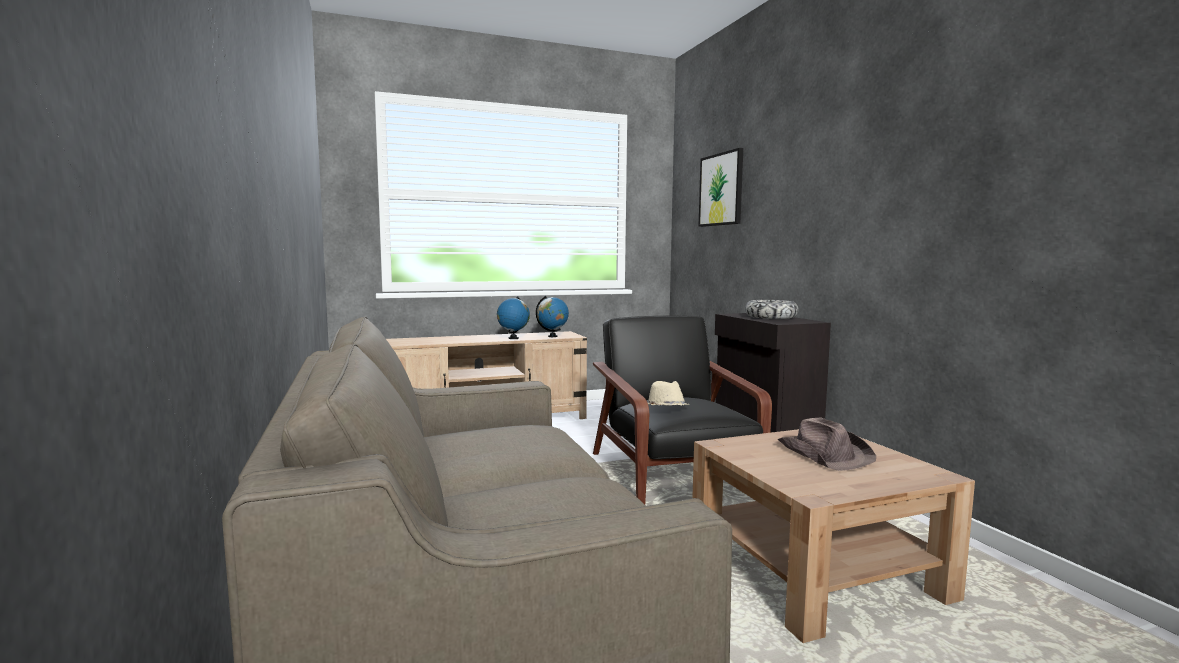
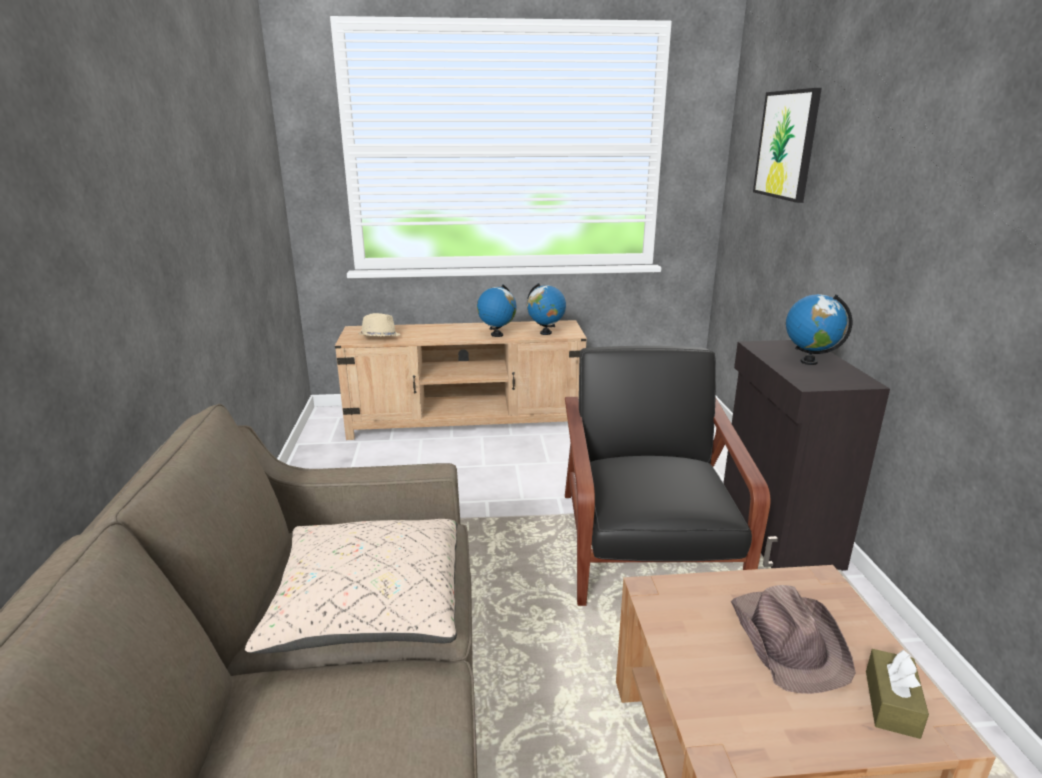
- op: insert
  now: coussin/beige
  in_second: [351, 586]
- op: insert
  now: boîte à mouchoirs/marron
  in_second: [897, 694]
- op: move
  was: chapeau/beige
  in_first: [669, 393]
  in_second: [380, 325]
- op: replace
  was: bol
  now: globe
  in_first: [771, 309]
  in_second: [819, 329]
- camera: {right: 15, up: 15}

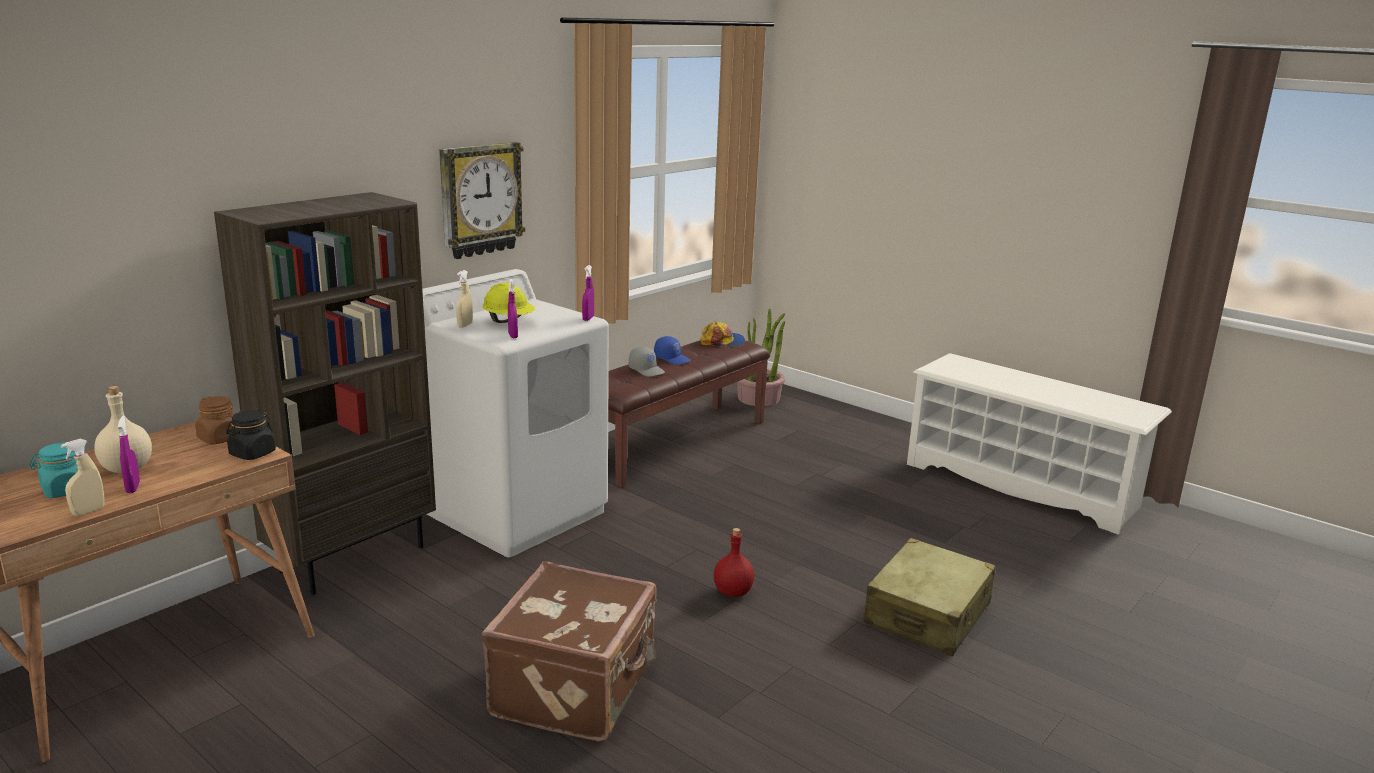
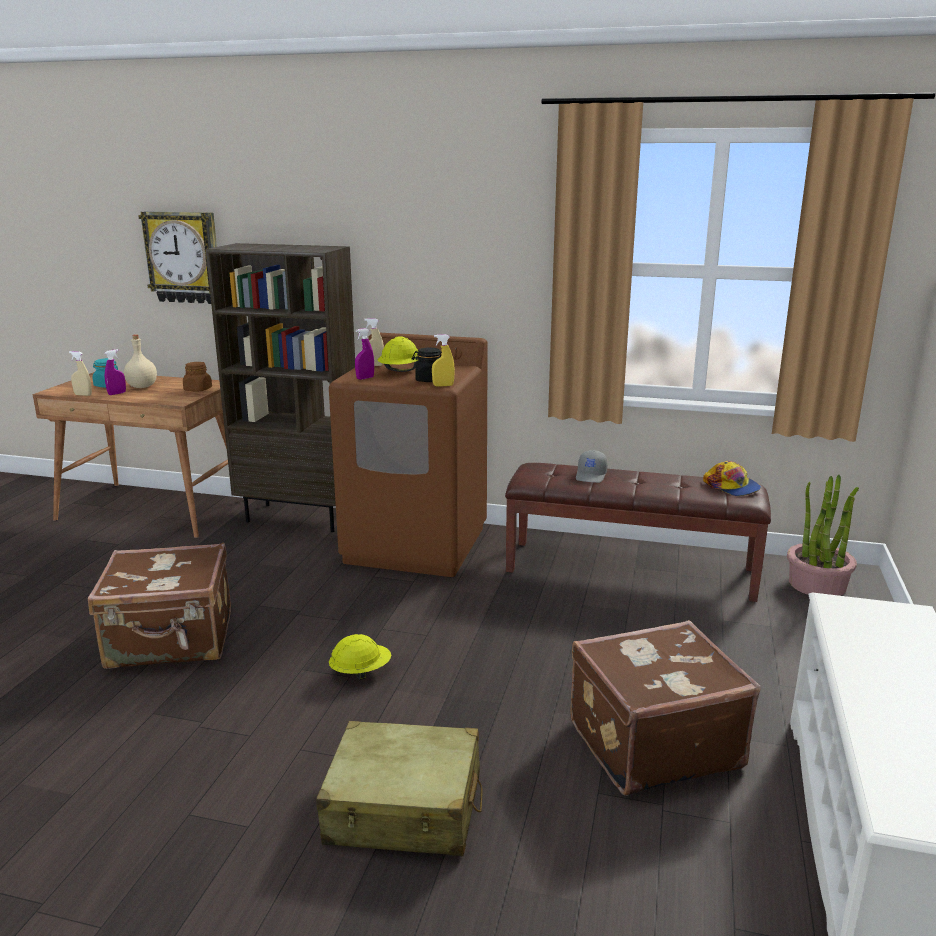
- op: delete
  was: casquette/bleu
  in_first: [672, 350]
- op: insert
  now: valise/marron
  in_second: [665, 708]
- op: move
  was: bocal/noir
  in_first: [251, 435]
  in_second: [426, 365]
- op: move
  was: horloge murale
  in_first: [482, 200]
  in_second: [177, 257]
- op: replace
  was: bouteille/rouge
  now: casque de chantier/jaune
  in_first: [734, 562]
  in_second: [360, 657]
- op: recolor
  was: lave-linge/blanc
  now: lave-linge/marron
  in_first: [515, 413]
  in_second: [408, 455]
- op: recolor
  was: vaporisateur/violet
  now: vaporisateur/jaune
  in_first: [588, 293]
  in_second: [443, 360]
- camera: {right: 65, up: 0}

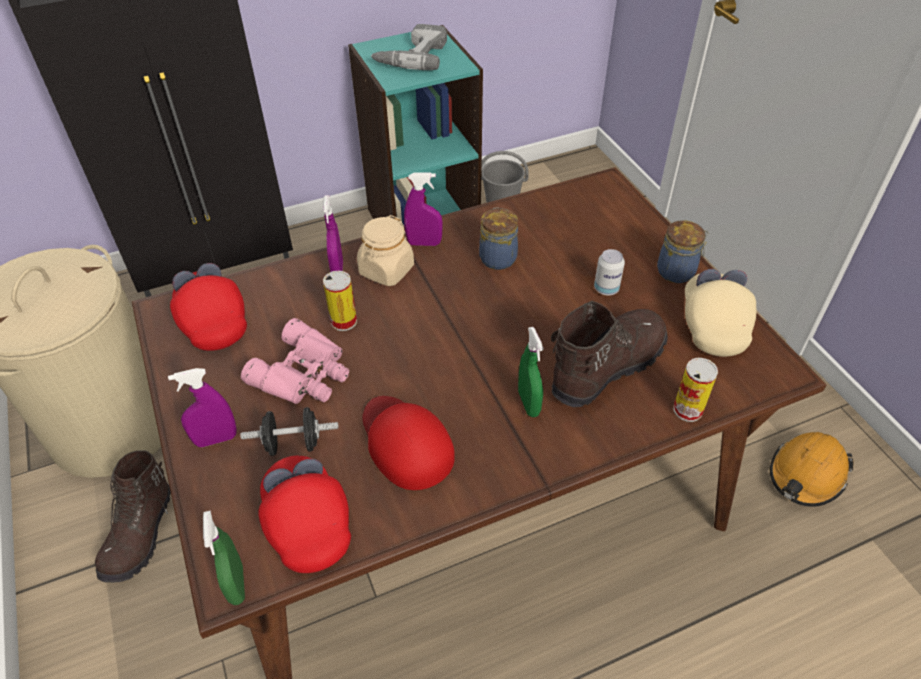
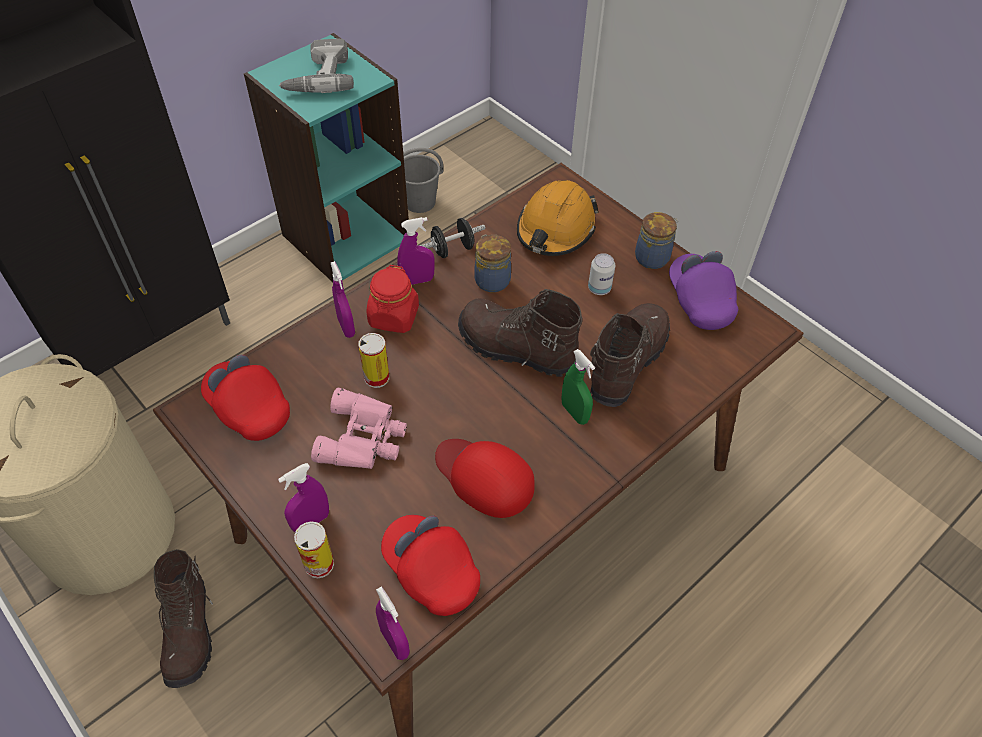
- op: insert
  now: botte/marron
  in_second: [520, 333]
- op: move
  was: haltère/noir
  in_first: [289, 431]
  in_second: [452, 238]
- op: move
  was: boîte métallique
  in_first: [695, 390]
  in_second: [314, 549]
- op: move
  was: casque de chantier/orange
  in_first: [812, 469]
  in_second: [558, 218]
- op: recolor
  was: vaporisateur/vert
  now: vaporisateur/violet
  in_first: [224, 558]
  in_second: [393, 623]
- op: recolor
  was: bocal/beige
  now: bocal/rouge
  in_first: [385, 250]
  in_second: [393, 299]
- op: recolor
  was: casquette/beige
  now: casquette/violet
  in_first: [720, 313]
  in_second: [703, 290]
- camera: {right: -20, up: 5}

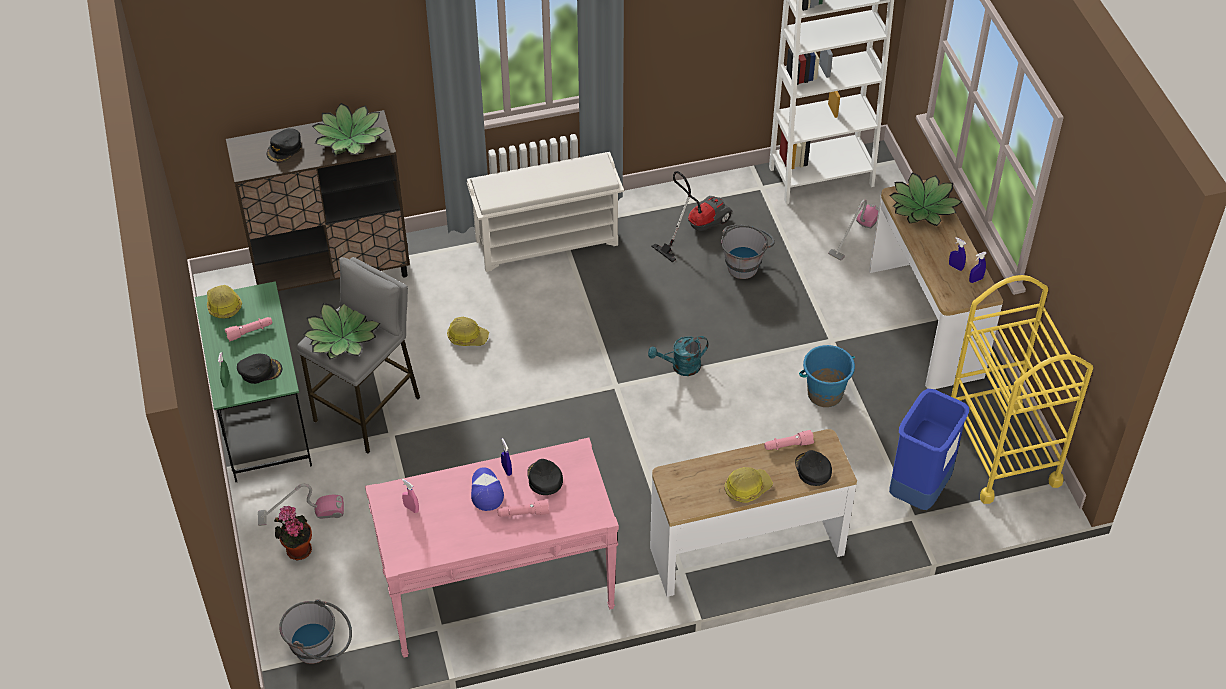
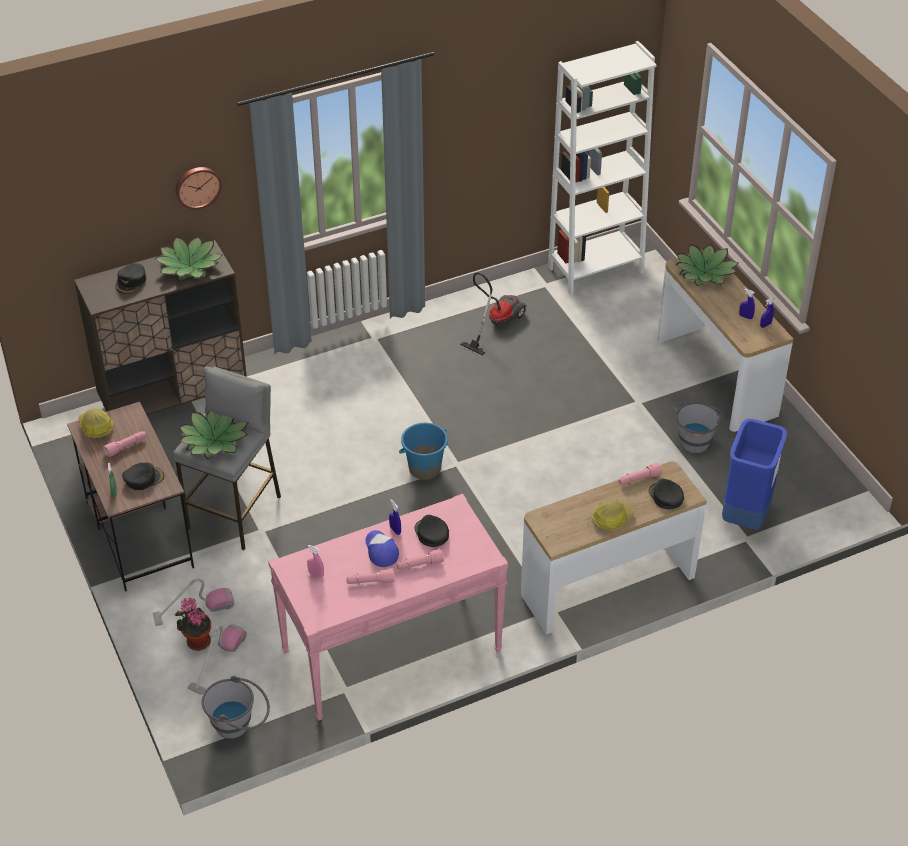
- op: delete
  was: casque de chantier
  in_first: [468, 331]
- op: delete
  was: étagère à chaussures/blanc
  in_first: [545, 212]
- op: delete
  was: arrosoir/turquoise
  in_first: [678, 356]
- op: delete
  was: chariot/jaune
  in_first: [1022, 389]
- op: insert
  now: horloge murale
  in_second: [199, 188]
- op: insert
  now: lampe de poche/rose
  in_second: [370, 577]
- op: move
  was: seau/gris
  in_first: [748, 252]
  in_second: [699, 427]
- op: move
  was: seau/bleu
  in_first: [827, 376]
  in_second: [423, 451]
- op: move
  was: aspirateur
  in_first: [853, 230]
  in_second: [217, 659]
- op: recolor
  was: bureau/vert
  now: bureau/marron
  in_first: [253, 381]
  in_second: [130, 497]
- camera: {right: -10, up: -5}

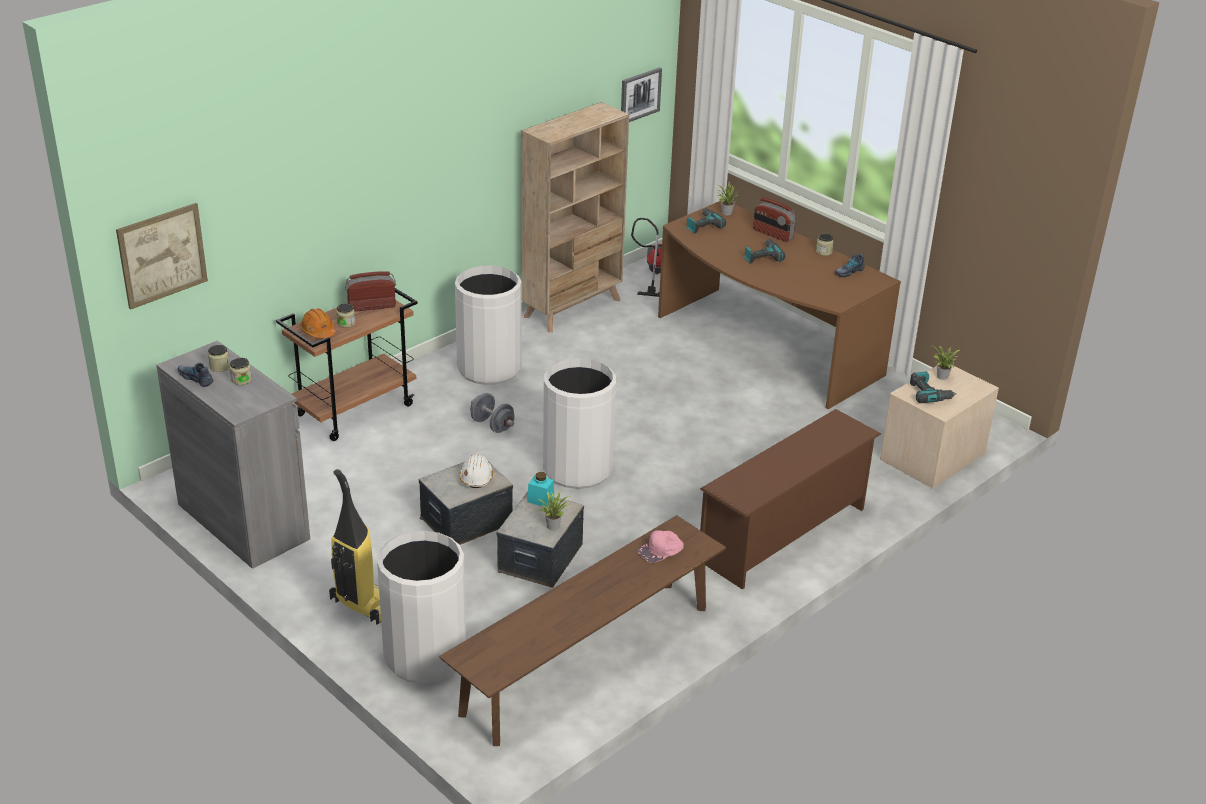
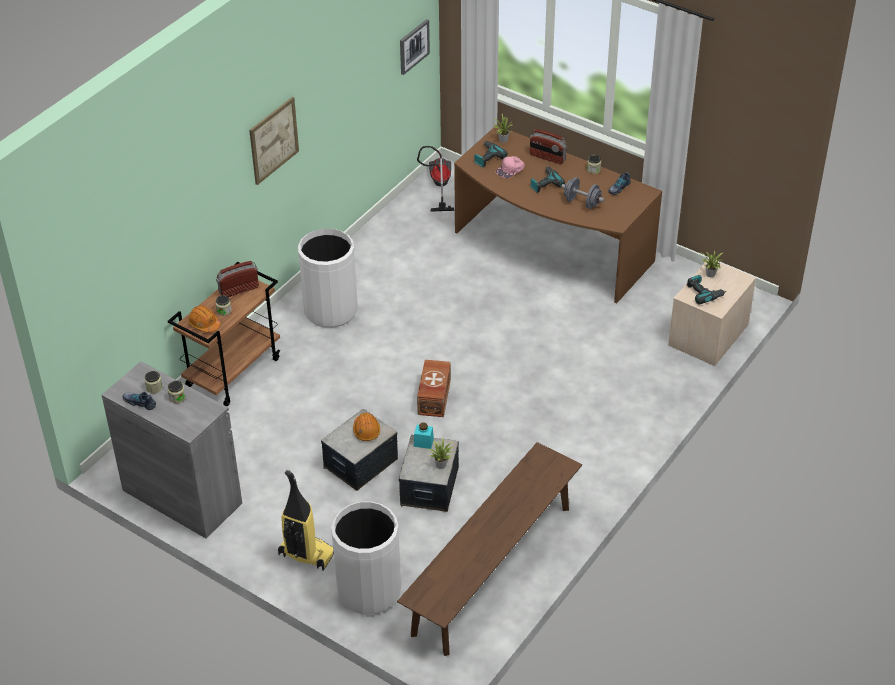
- op: delete
  was: bibliothèque/beige
  in_first: [575, 217]
- op: delete
  was: étagère à chaussures/marron
  in_first: [790, 499]
- op: move
  was: tableau
  in_first: [162, 256]
  in_second: [274, 141]
- op: move
  was: haltère/gris
  in_first: [492, 413]
  in_second: [583, 193]
- op: move
  was: casquette/rose
  in_first: [661, 546]
  in_second: [510, 167]
- op: replace
  was: poubelle/blanc
  now: boîte de rangement/marron
  in_first: [579, 423]
  in_second: [434, 388]
- op: recolor
  was: casque de chantier/blanc
  now: casque de chantier/orange
  in_first: [476, 471]
  in_second: [366, 427]
- camera: {right: -10, up: 10}

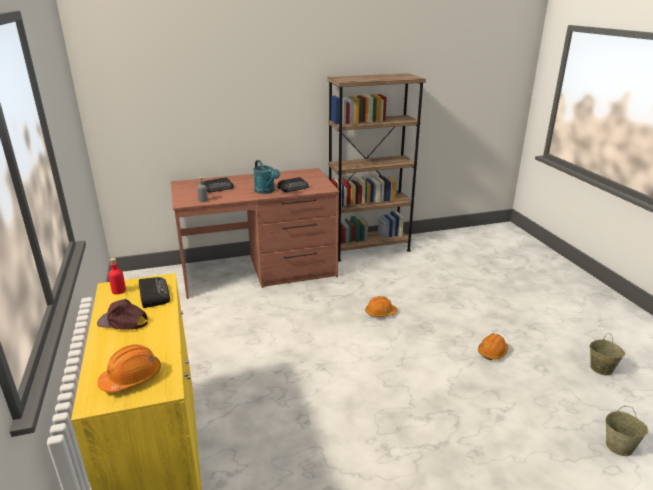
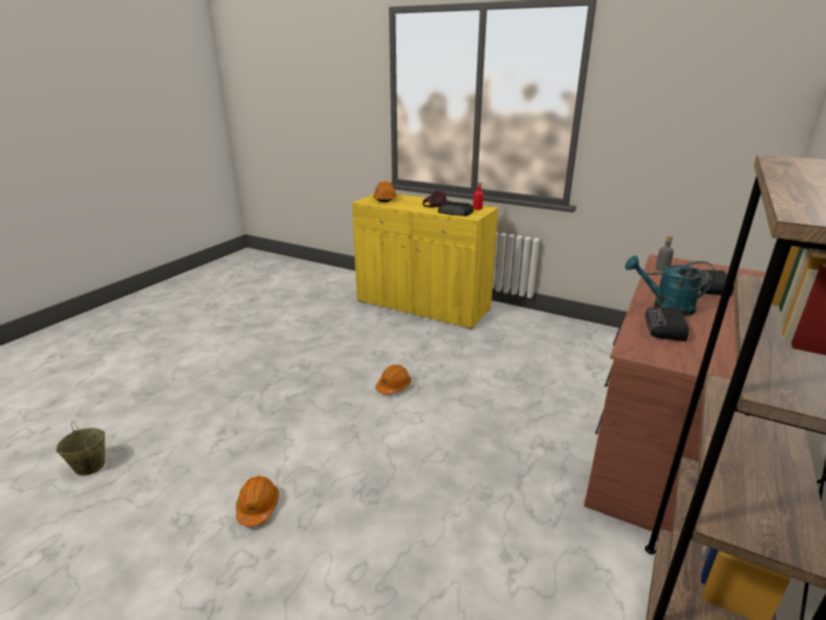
- op: delete
  was: seau/beige
  in_first: [607, 354]
- op: move
  was: casque de chantier/orange
  in_first: [381, 306]
  in_second: [393, 379]
- camera: {right: 135, up: 0}

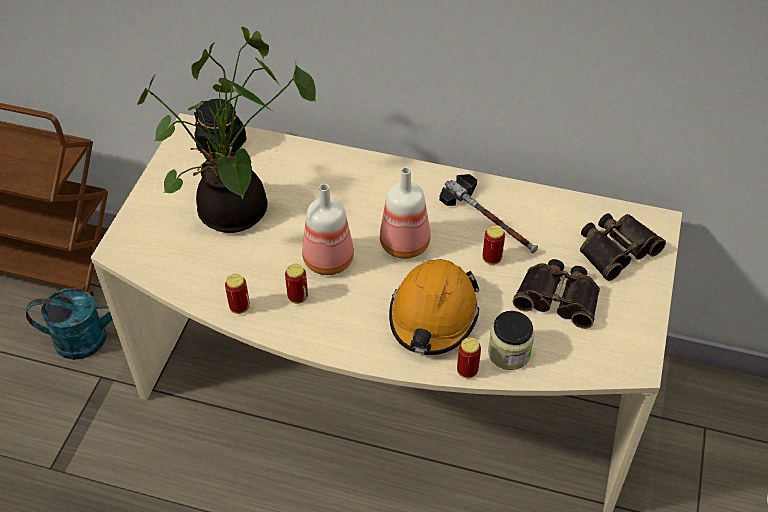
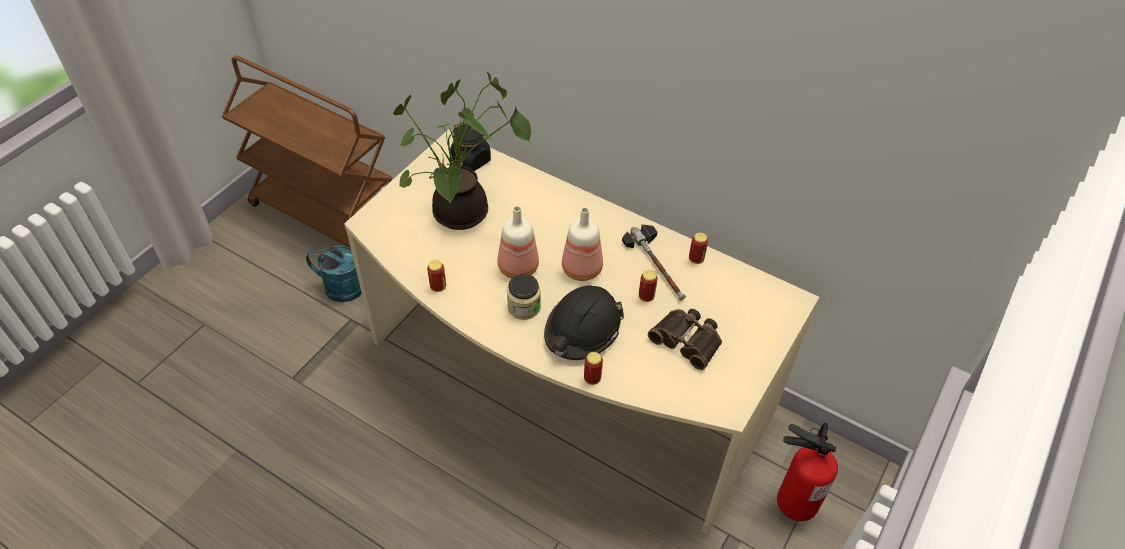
- op: delete
  was: jumelles
  in_first: [623, 247]
- op: insert
  now: extincteur
  in_second: [807, 472]
- op: move
  was: boîte métallique
  in_first: [296, 284]
  in_second: [698, 248]
- op: move
  was: bocal
  in_first: [511, 340]
  in_second: [524, 297]
- op: recolor
  was: casque de chantier/orange
  now: casque de chantier/noir
  in_first: [434, 307]
  in_second: [584, 322]
- camera: {right: 15, up: 0}

